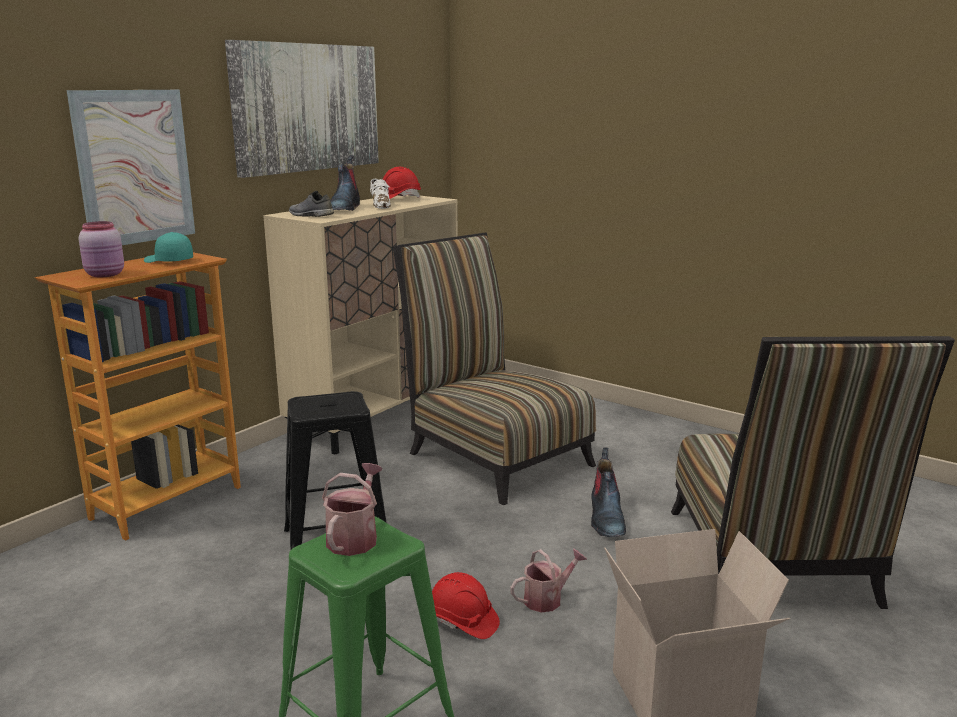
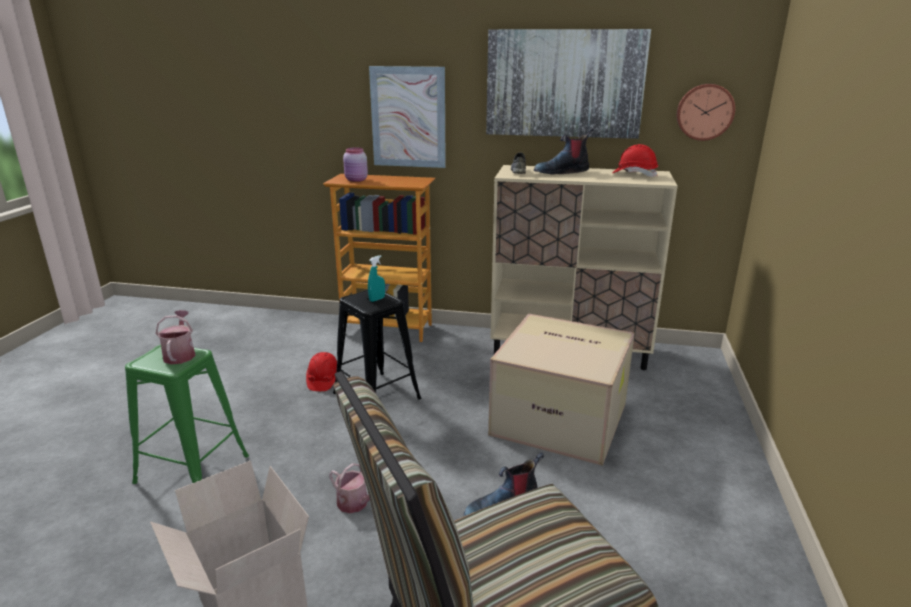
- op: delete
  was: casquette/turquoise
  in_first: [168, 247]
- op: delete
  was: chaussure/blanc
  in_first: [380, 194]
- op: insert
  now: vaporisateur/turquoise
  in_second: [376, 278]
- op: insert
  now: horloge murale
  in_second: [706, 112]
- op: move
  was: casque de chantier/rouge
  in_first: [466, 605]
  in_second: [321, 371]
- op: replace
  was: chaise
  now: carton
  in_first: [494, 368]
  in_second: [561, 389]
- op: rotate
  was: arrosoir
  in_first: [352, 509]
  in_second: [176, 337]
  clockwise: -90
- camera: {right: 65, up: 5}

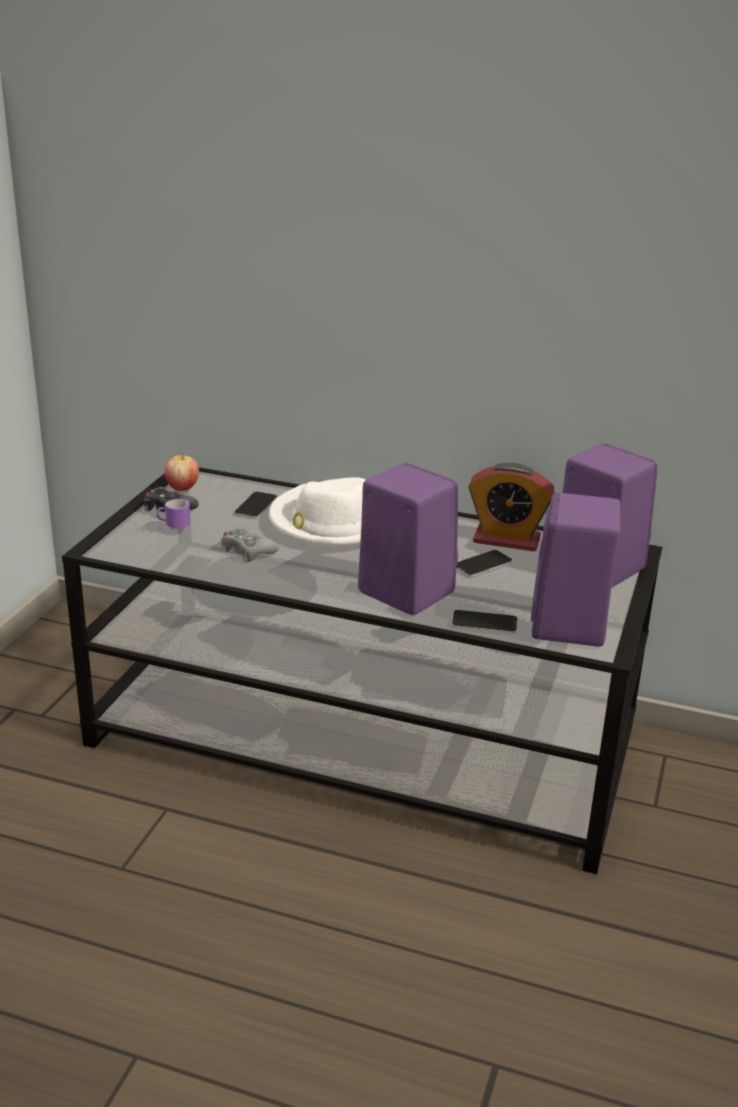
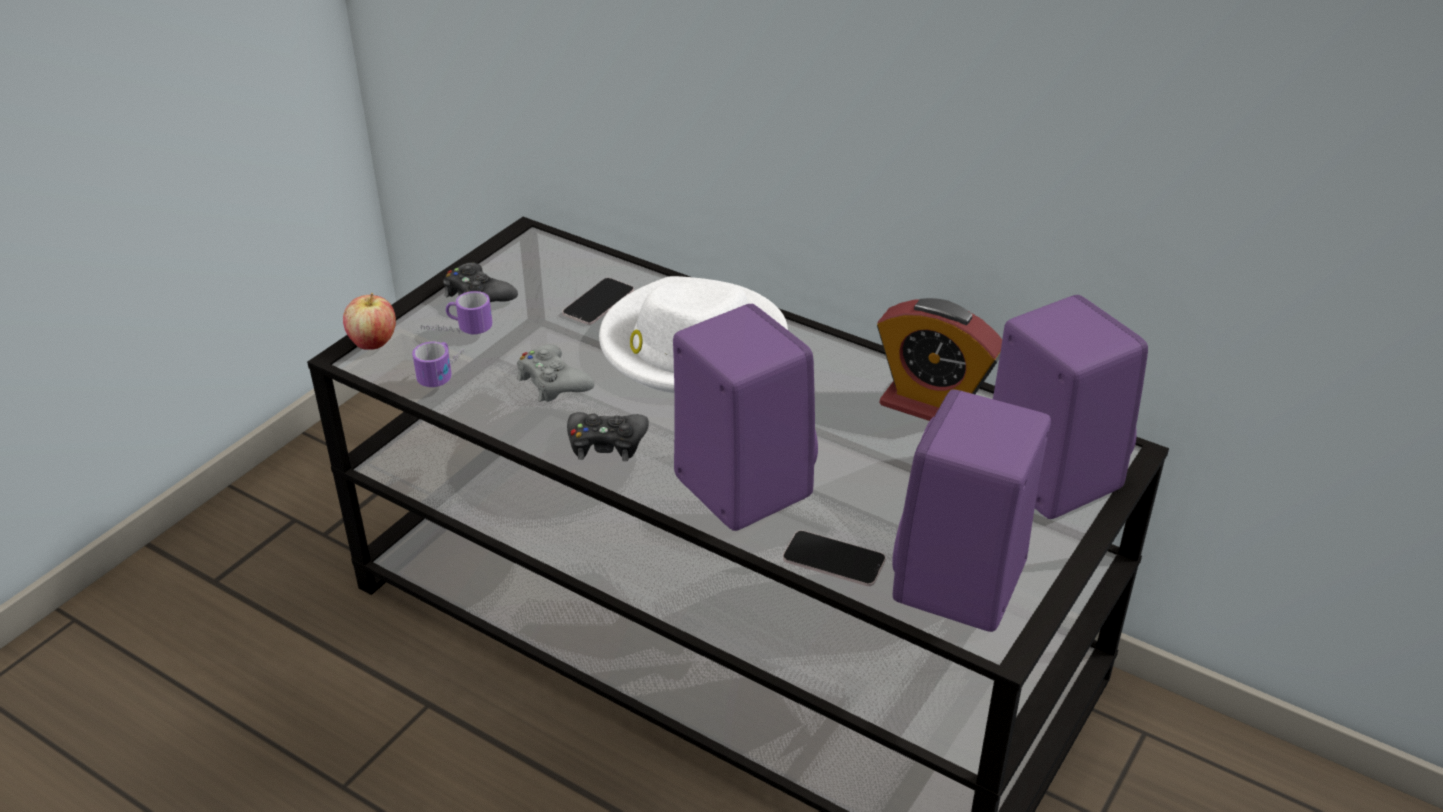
- op: delete
  was: téléphone
  in_first: [484, 563]
- op: insert
  now: mug
  in_second: [438, 364]
- op: insert
  now: manette/noir
  in_second: [608, 436]
- op: move
  was: pomme
  in_first: [182, 472]
  in_second: [369, 321]
- camera: {right: 15, up: 10}

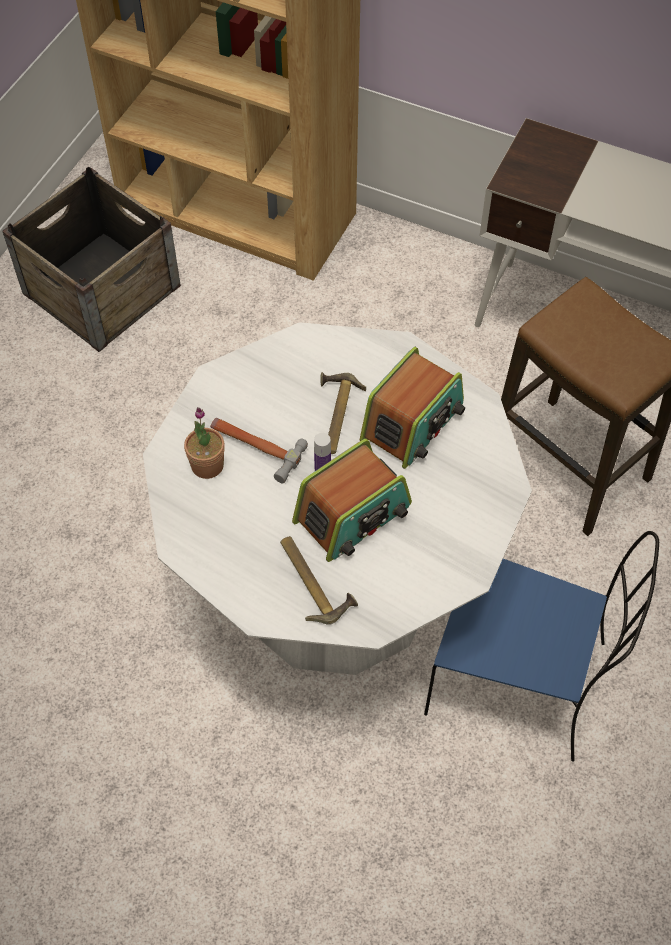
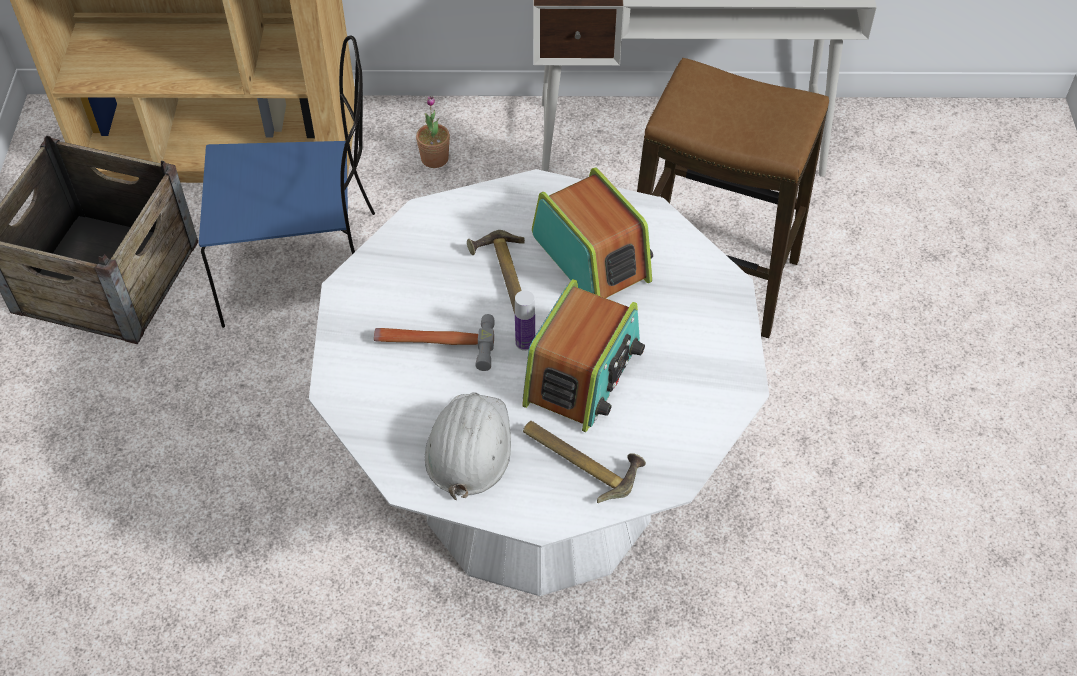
- op: insert
  now: casque de chantier/blanc
  in_second: [468, 446]
- op: move
  was: plante en pot
  in_first: [204, 443]
  in_second: [433, 132]
- op: move
  was: chaise/bleu
  in_first: [541, 646]
  in_second: [287, 181]
- op: rotate
  was: radio
  in_first: [412, 408]
  in_second: [592, 232]
  clockwise: -45
- camera: {right: -25, up: -5}

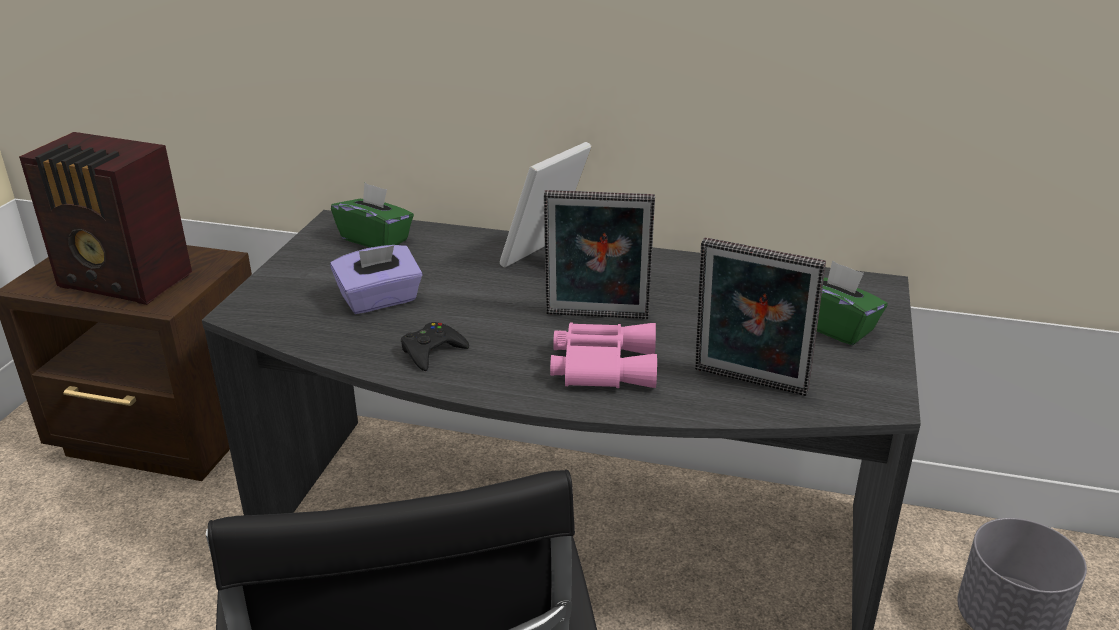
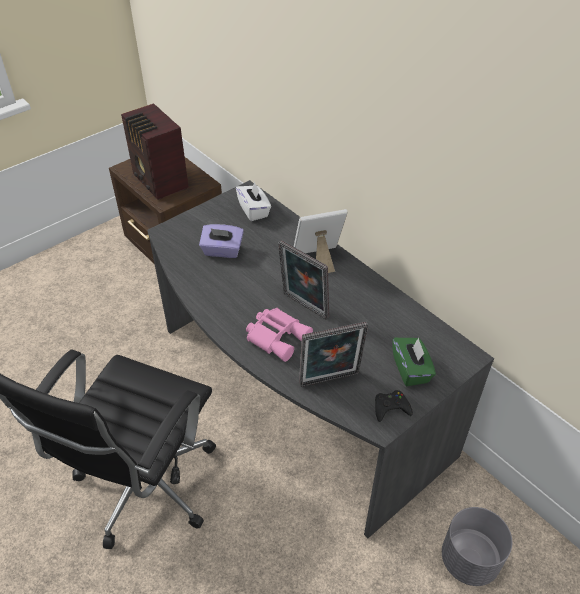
- op: move
  was: manette/noir
  in_first: [435, 346]
  in_second: [394, 406]
- op: recolor
  was: boîte à mouchoirs/vert
  now: boîte à mouchoirs/blanc
  in_first: [372, 215]
  in_second: [253, 201]
- op: rotate
  was: cadre photo
  in_first: [760, 317]
  in_second: [333, 354]
  clockwise: -75
- camera: {right: 35, up: 15}

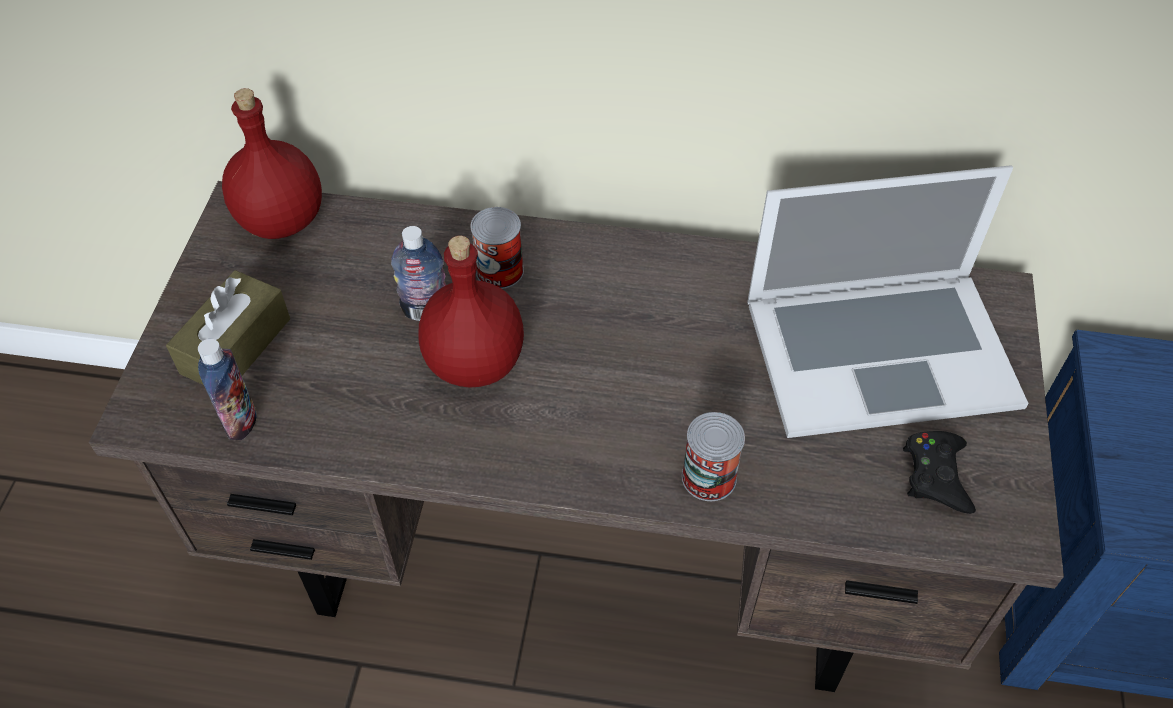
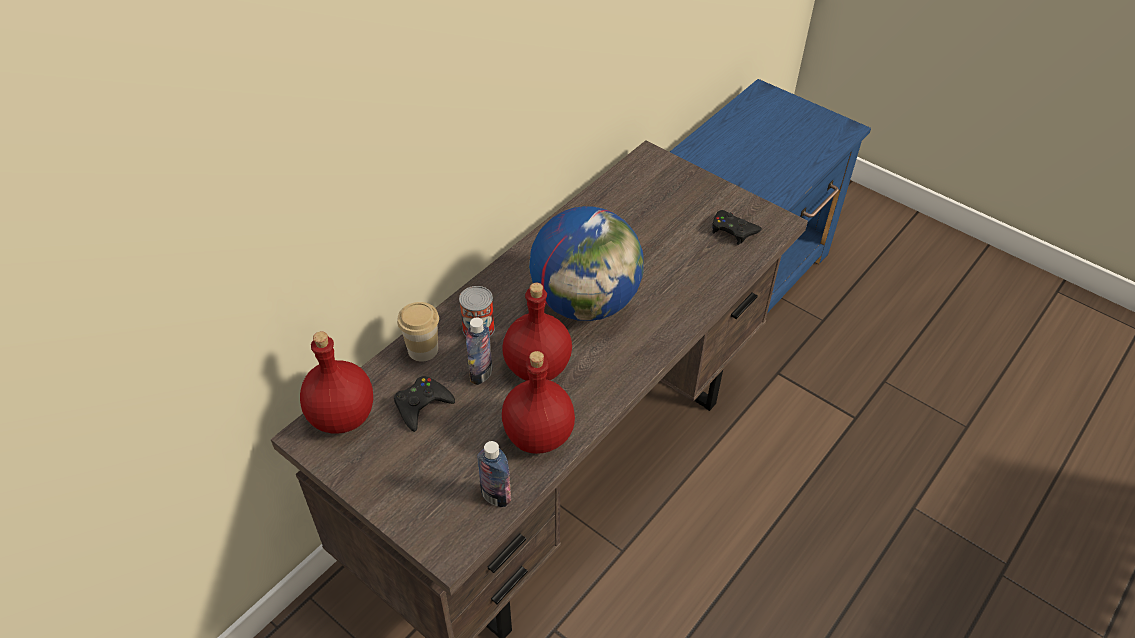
- op: delete
  was: boîte à mouchoirs/marron
  in_first: [228, 327]
- op: delete
  was: boîte métallique
  in_first: [713, 456]
- op: delete
  was: ordinateur portable
  in_first: [888, 301]
- op: insert
  now: manette/noir
  in_second: [424, 404]
- op: insert
  now: tasse
  in_second: [418, 332]
- op: insert
  now: bouteille/rouge
  in_second: [538, 402]
- op: insert
  now: globe
  in_second: [586, 263]
- camera: {right: -60, up: -5}

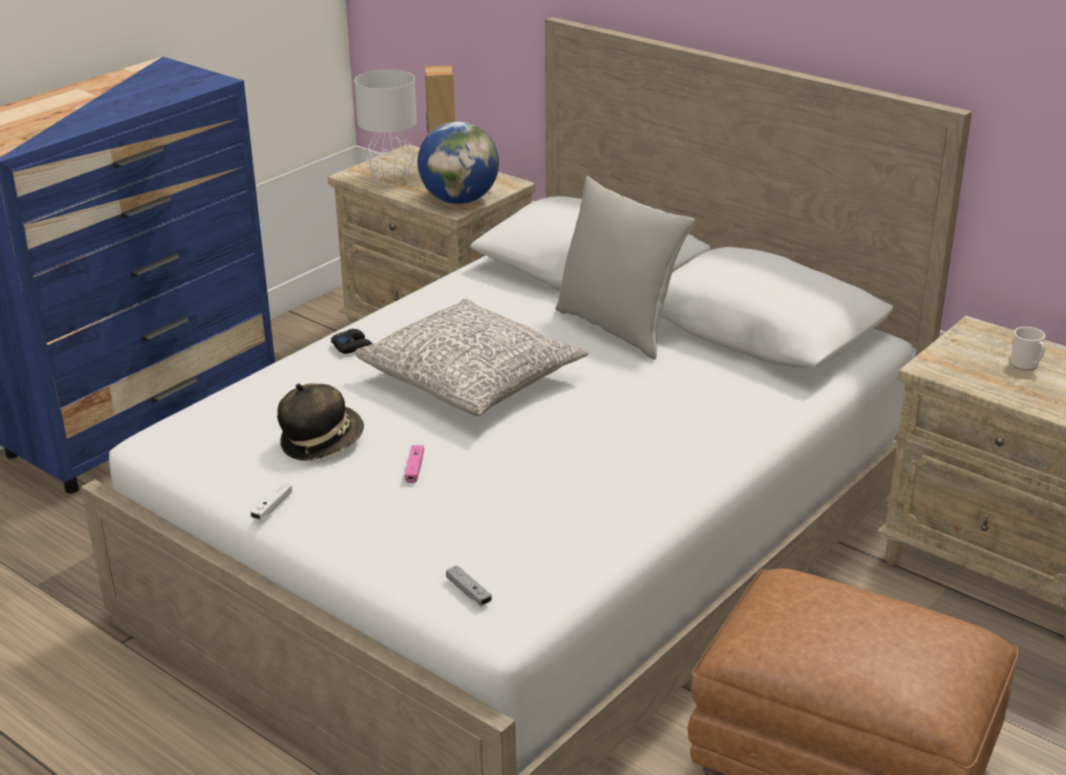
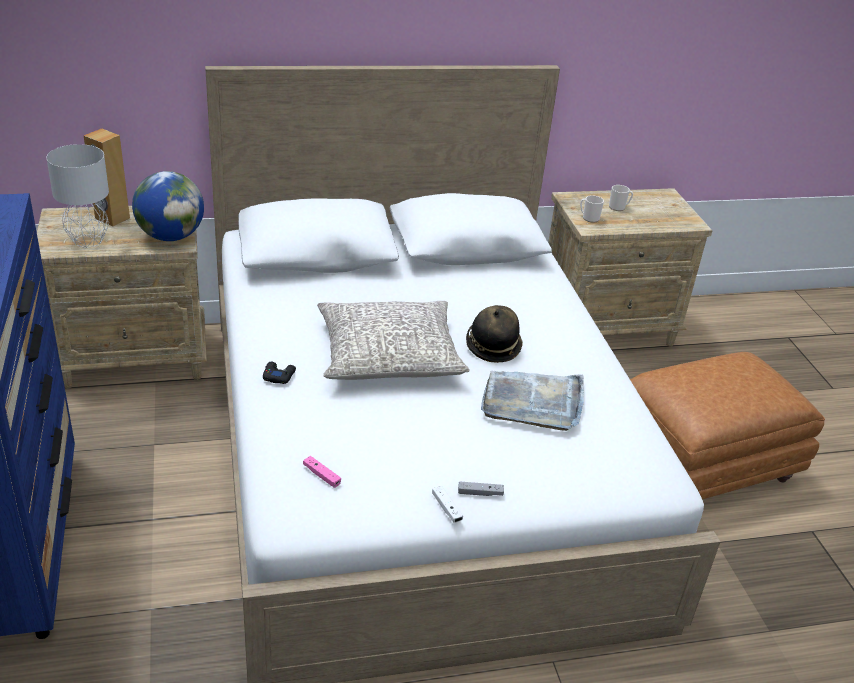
- op: delete
  was: coussin/gris
  in_first: [625, 268]
- op: insert
  now: plateau/gris
  in_second: [532, 401]
- op: insert
  now: mug
  in_second: [592, 209]
- op: move
  was: chapeau
  in_first: [320, 422]
  in_second: [494, 334]
- op: move
  was: manette/rose
  in_first: [414, 464]
  in_second: [322, 472]
- op: move
  was: manette/gris
  in_first: [469, 585]
  in_second: [481, 488]
- camera: {right: -55, up: 5}

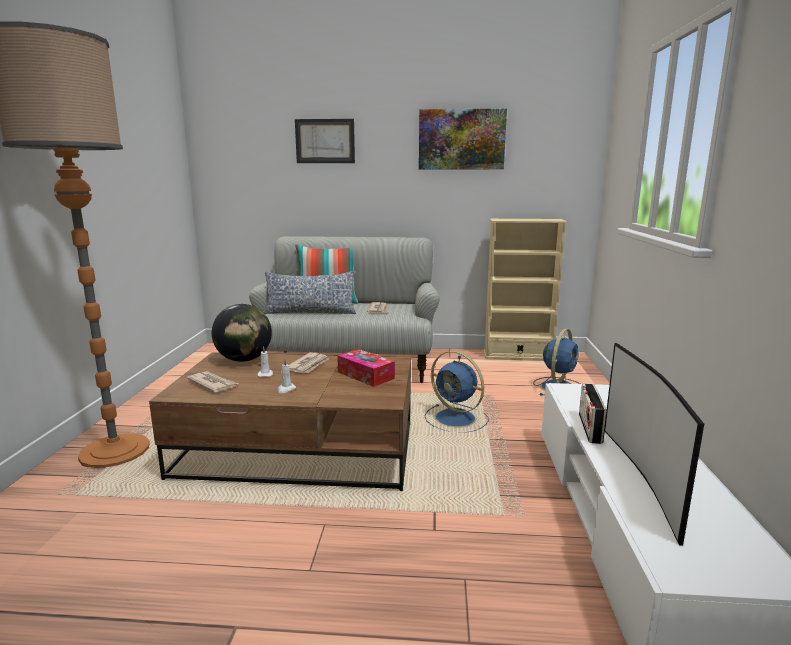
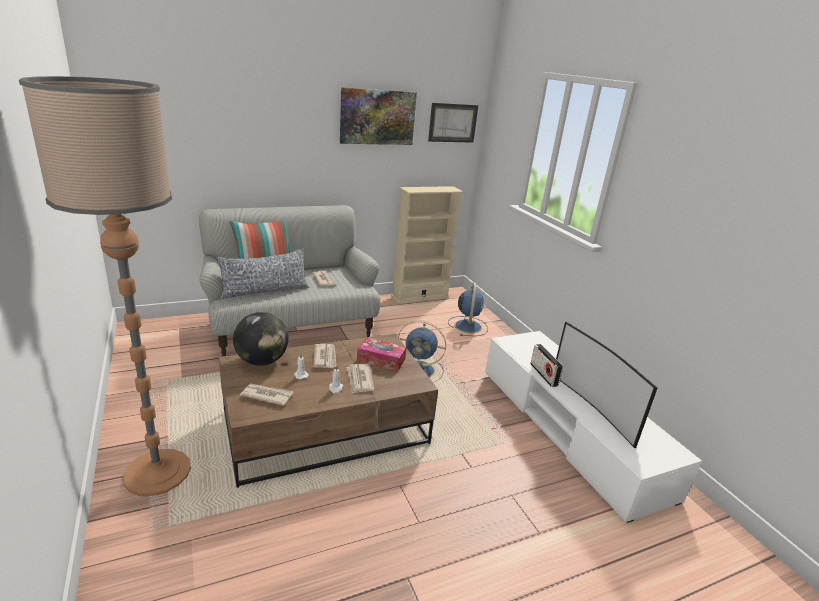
- op: insert
  now: journal
  in_second: [360, 379]
- op: move
  was: tableau
  in_first: [325, 141]
  in_second: [453, 123]
- camera: {right: -30, up: 10}

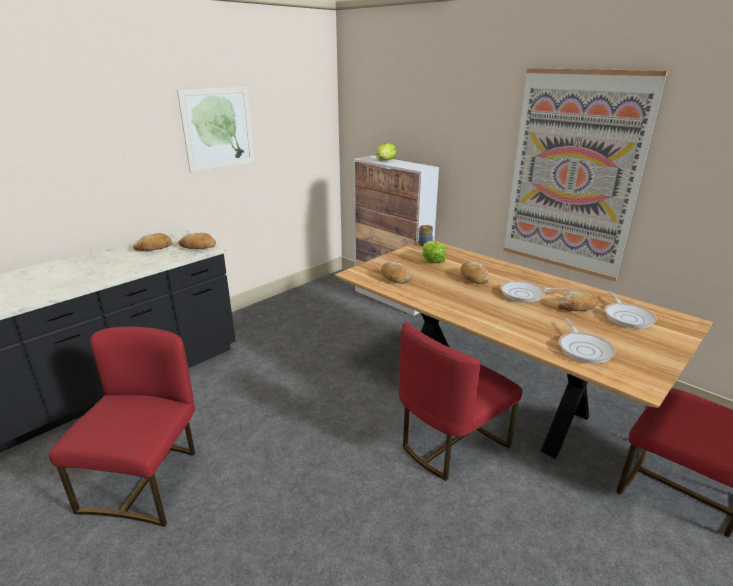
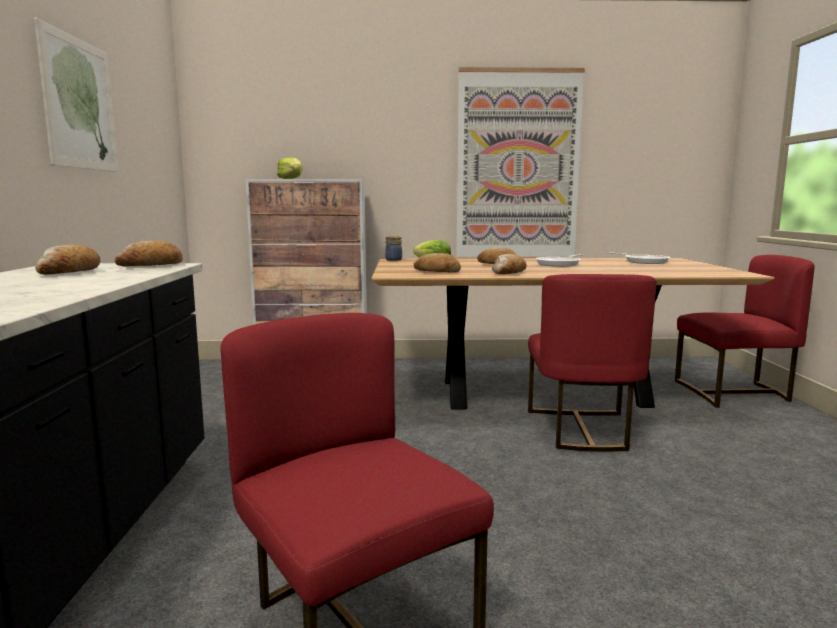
- op: delete
  was: poêle
  in_first: [587, 341]
- op: move
  was: pain
  in_first: [577, 300]
  in_second: [509, 264]
- camera: {right: -45, up: -15}

